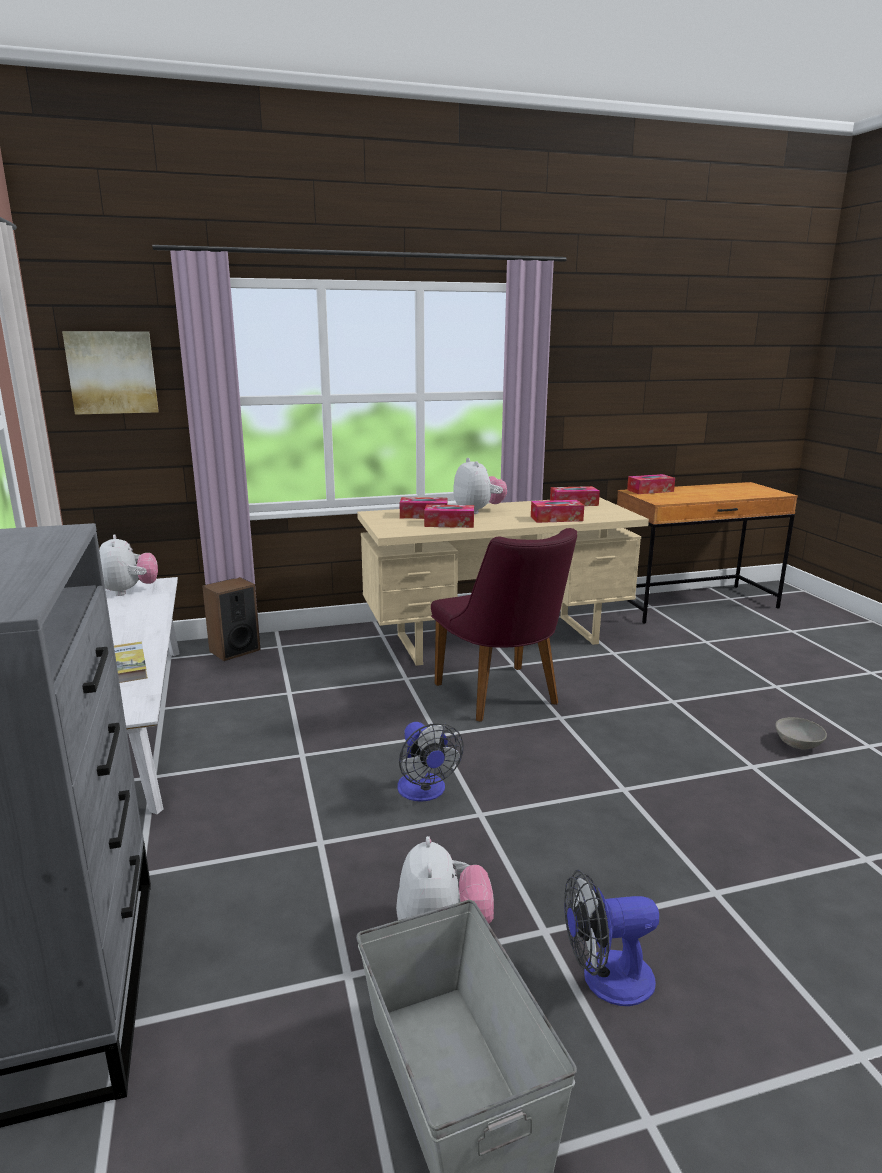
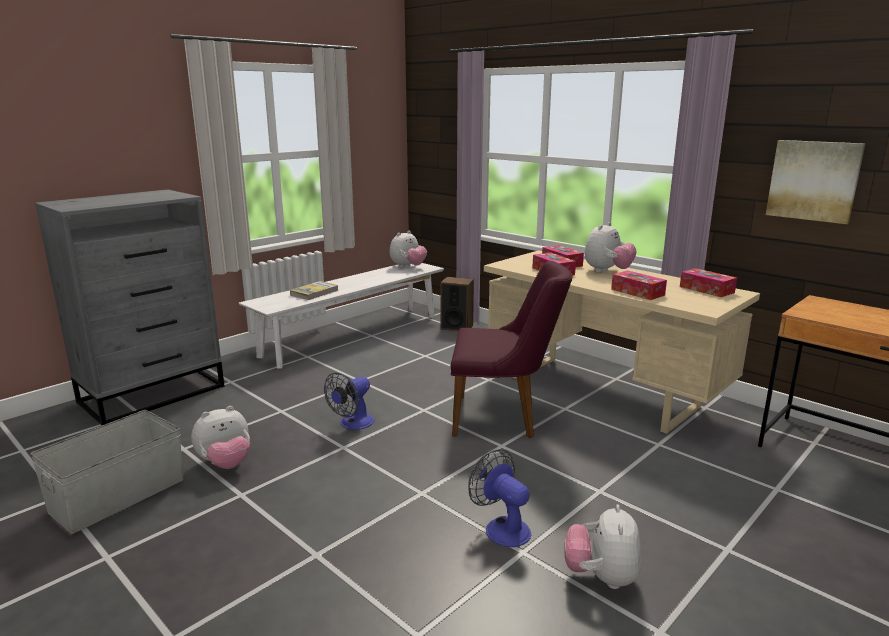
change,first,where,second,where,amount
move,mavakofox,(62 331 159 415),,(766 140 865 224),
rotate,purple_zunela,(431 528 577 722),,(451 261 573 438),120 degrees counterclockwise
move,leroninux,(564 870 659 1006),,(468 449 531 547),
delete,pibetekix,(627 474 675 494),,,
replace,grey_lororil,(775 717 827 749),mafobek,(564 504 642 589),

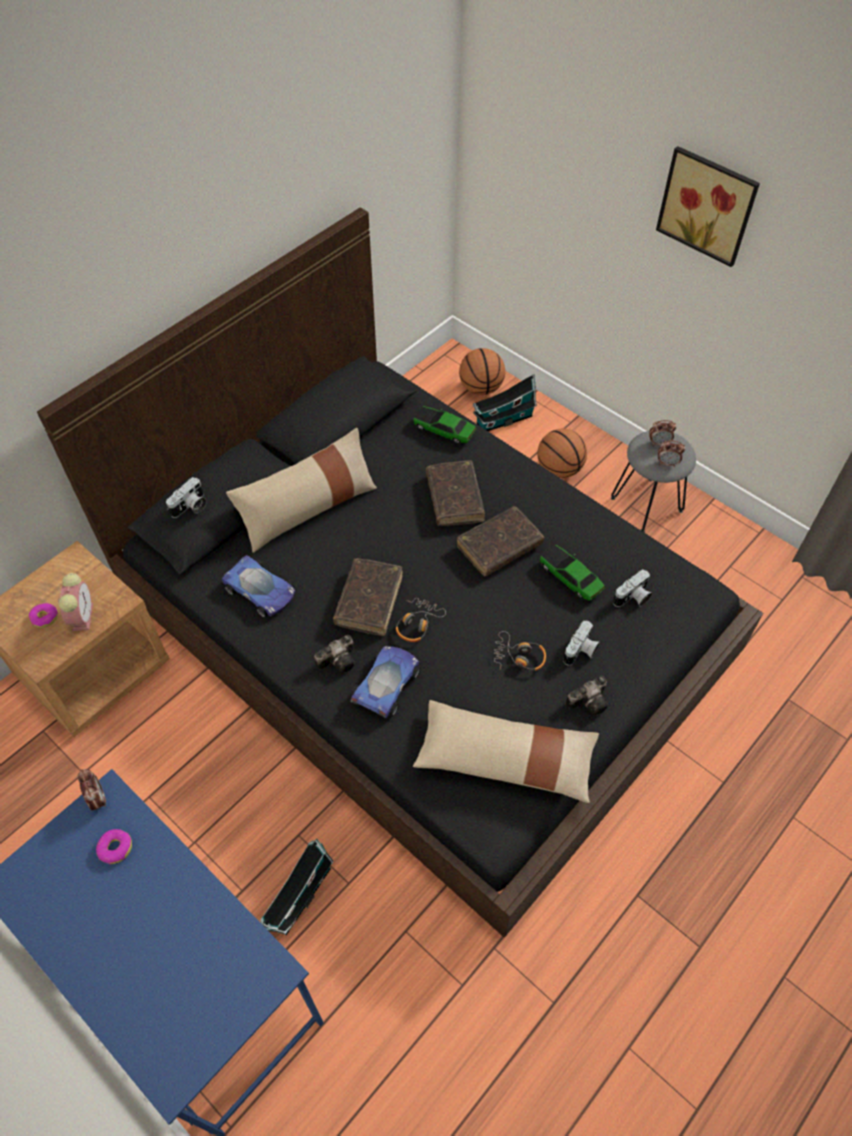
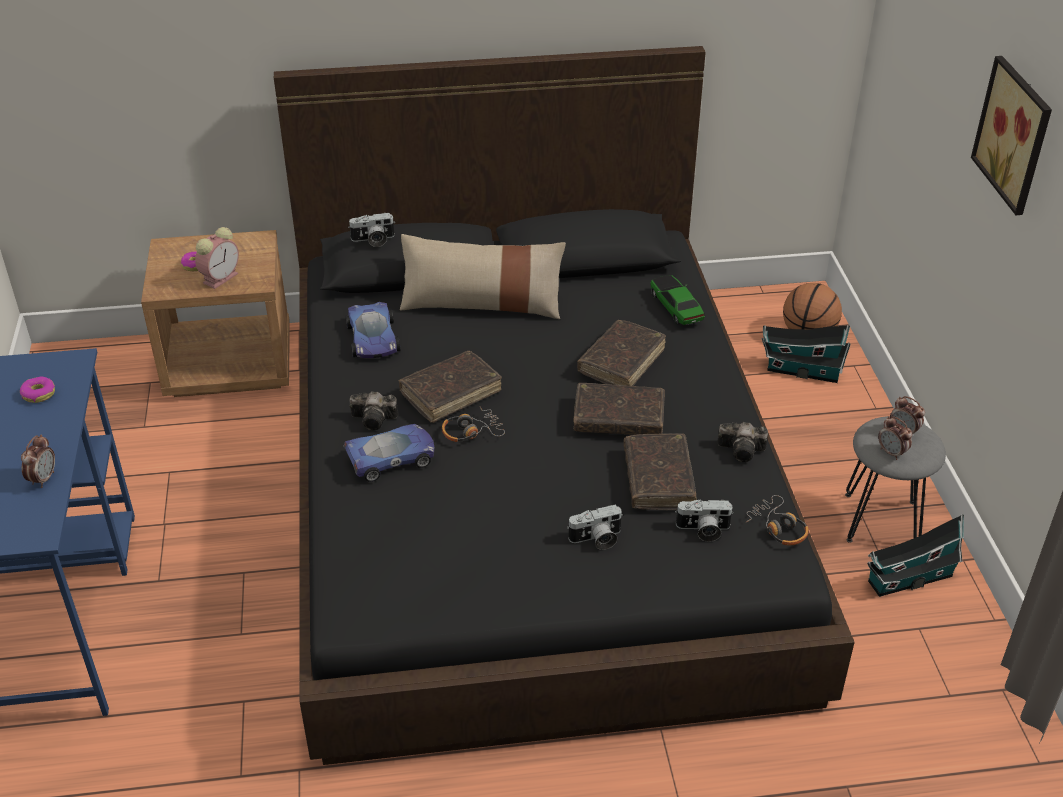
change,first,where,second,where,amount
move,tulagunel,(78 769 106 811),,(21 435 55 488),
move,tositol,(260 839 333 935),,(867 514 964 597),
delete,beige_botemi,(413 700 599 803),,,
move,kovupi,(494 631 546 671),,(746 495 809 545),
delete,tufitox,(537 429 587 478),,,
replace,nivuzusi,(540 545 605 601),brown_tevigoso,(624 433 697 510),
move,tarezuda,(566 676 608 715),,(718 422 768 462),

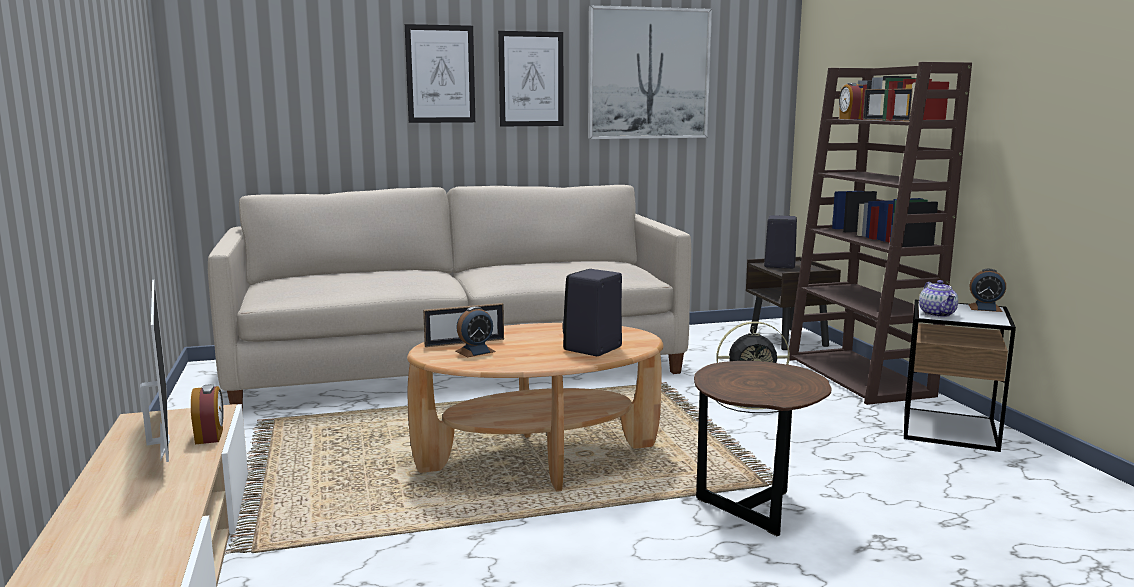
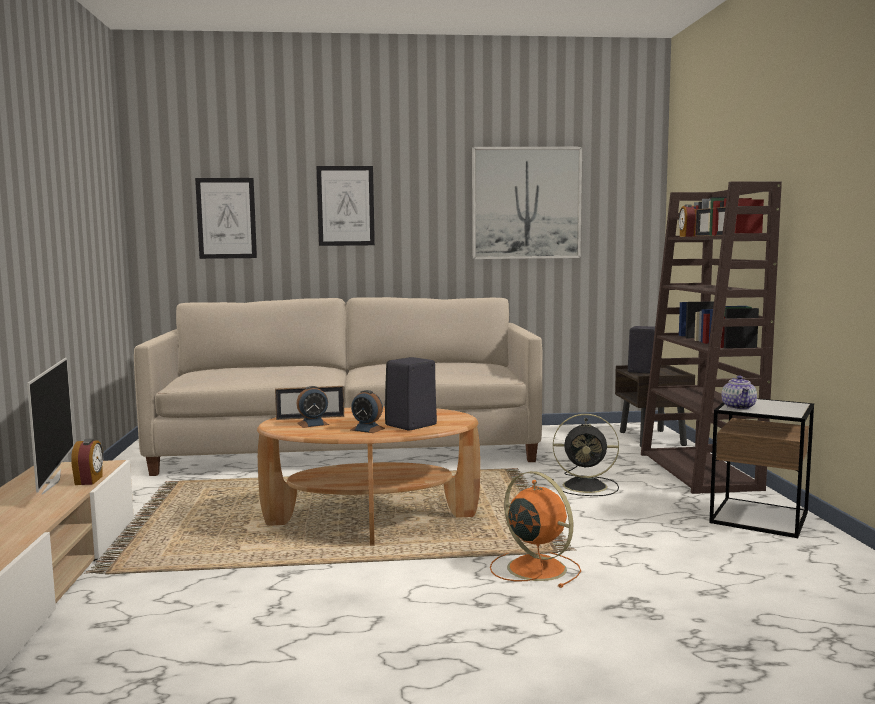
change,first,where,second,where,amount
move,mavakofox,(498 31 563 126),,(195 178 257 259),
replace,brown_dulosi,(694 361 831 536),orange_leroninux,(490 471 581 588),
move,tulagunel,(969 269 1006 312),,(350 390 385 433),

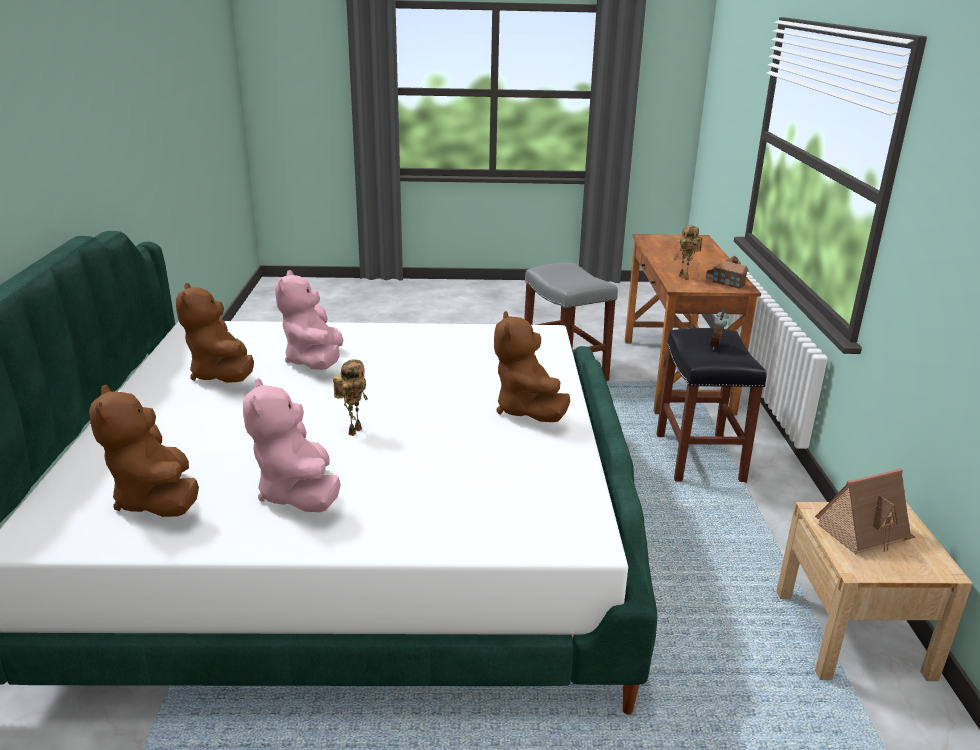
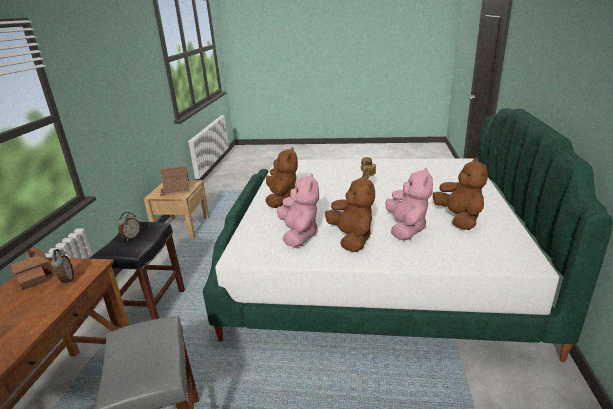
change,first,where,second,where,amount
move,brown_mafobek,(89 384 199 517),,(325 174 375 252),
move,pink_mafobek,(243 378 341 512),,(277 173 319 248),
replace,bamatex,(674 226 703 280),tulagunel,(51 249 74 285),

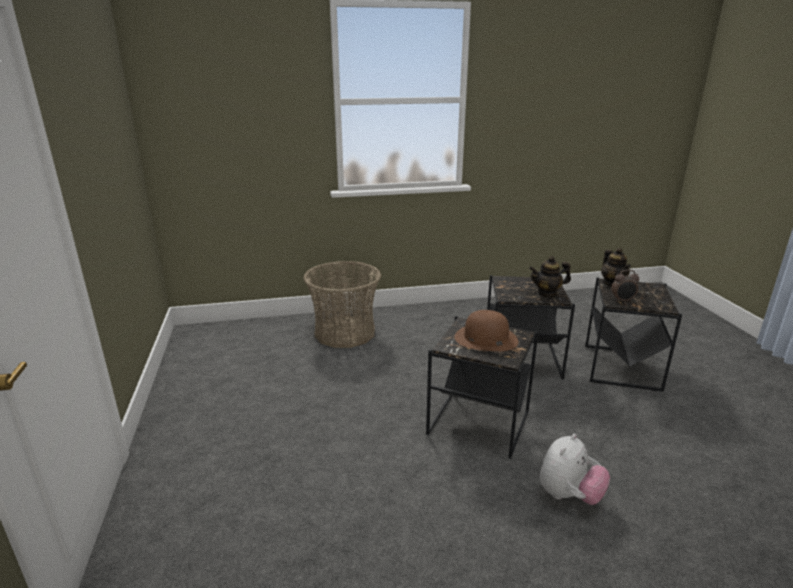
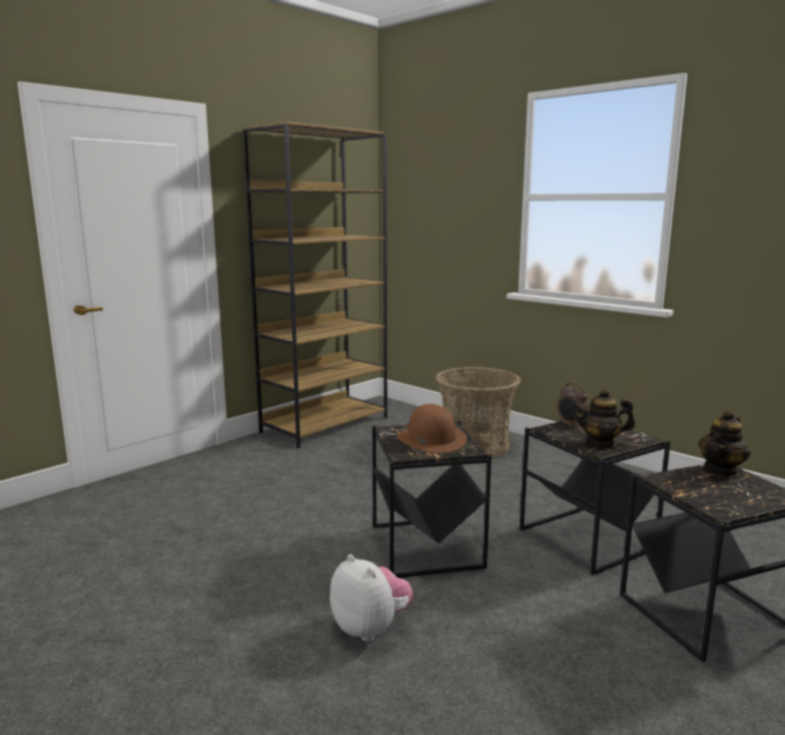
change,first,where,second,where,amount
rotate,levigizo,(529 256 571 298),,(572 389 635 449),45 degrees counterclockwise
rotate,mafobek,(539 434 610 505),,(330 554 413 642),135 degrees counterclockwise
move,tulagunel,(611 270 639 302),,(557 382 588 427),
insert,,,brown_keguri,(243 122 387 448),

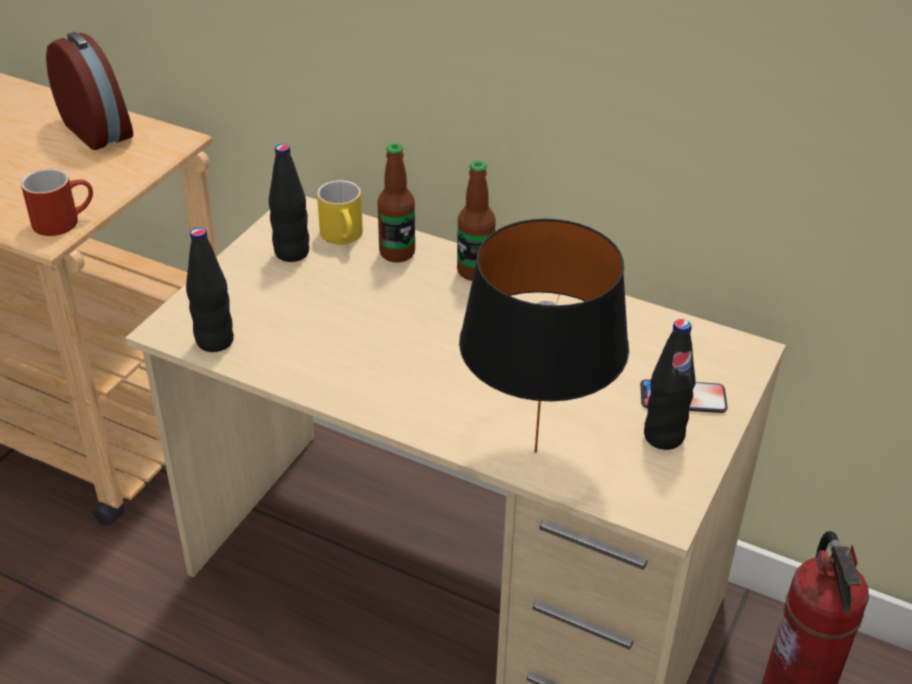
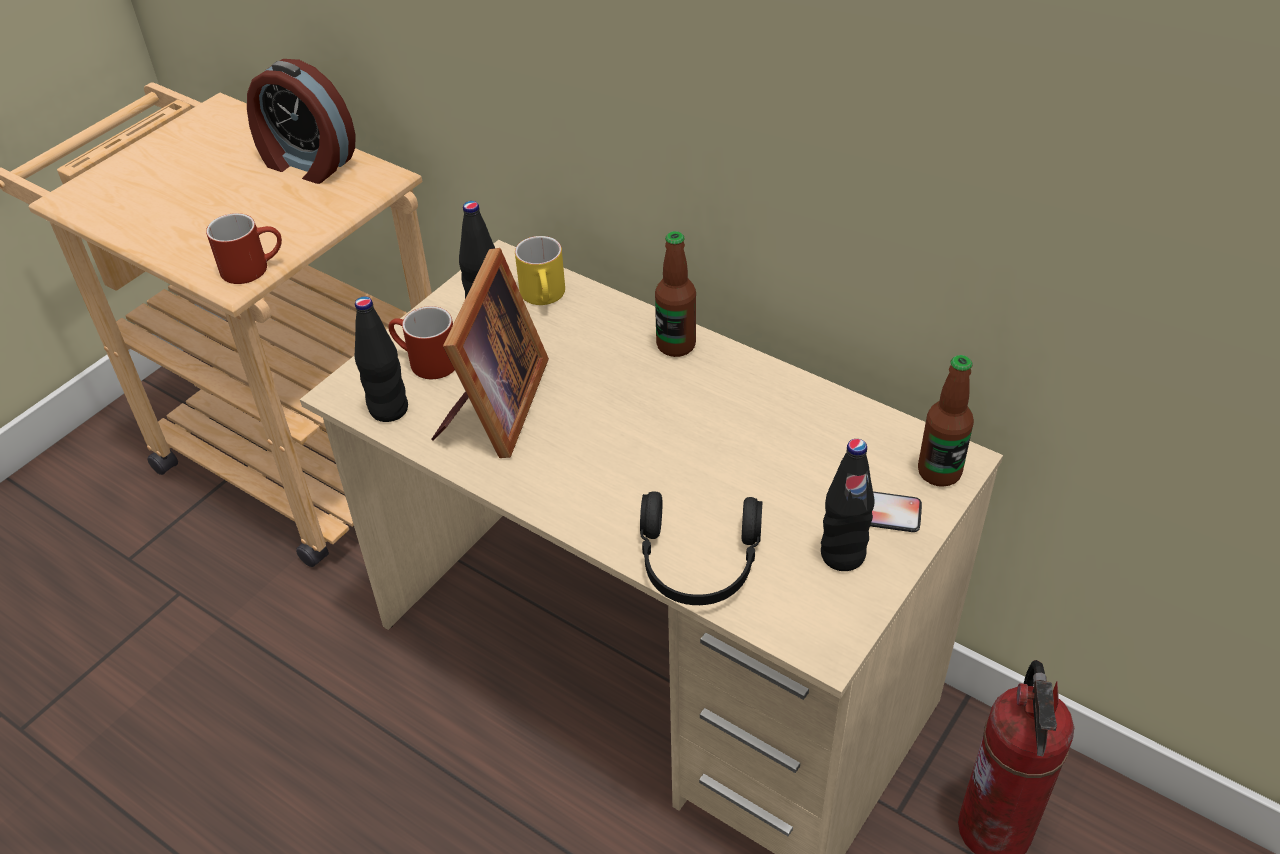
change,first,where,second,where,amount
rotate,tulagunel,(46 32 133 150),,(247 59 356 184),150 degrees clockwise
move,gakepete,(377 143 415 263),,(918 355 974 487),
replace,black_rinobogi,(459 219 629 453),black_kovupi,(640 491 762 605),
insert,,,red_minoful,(388 306 455 379),
insert,,,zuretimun,(431 248 549 458),

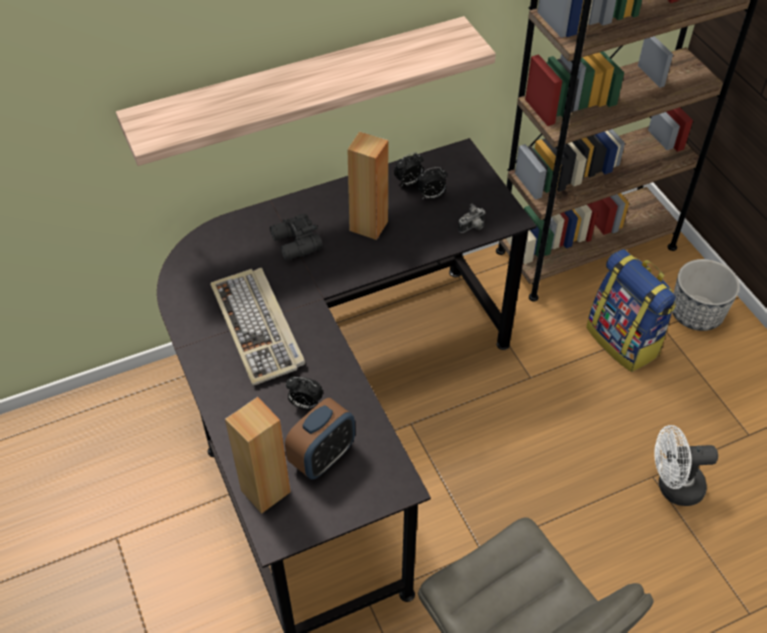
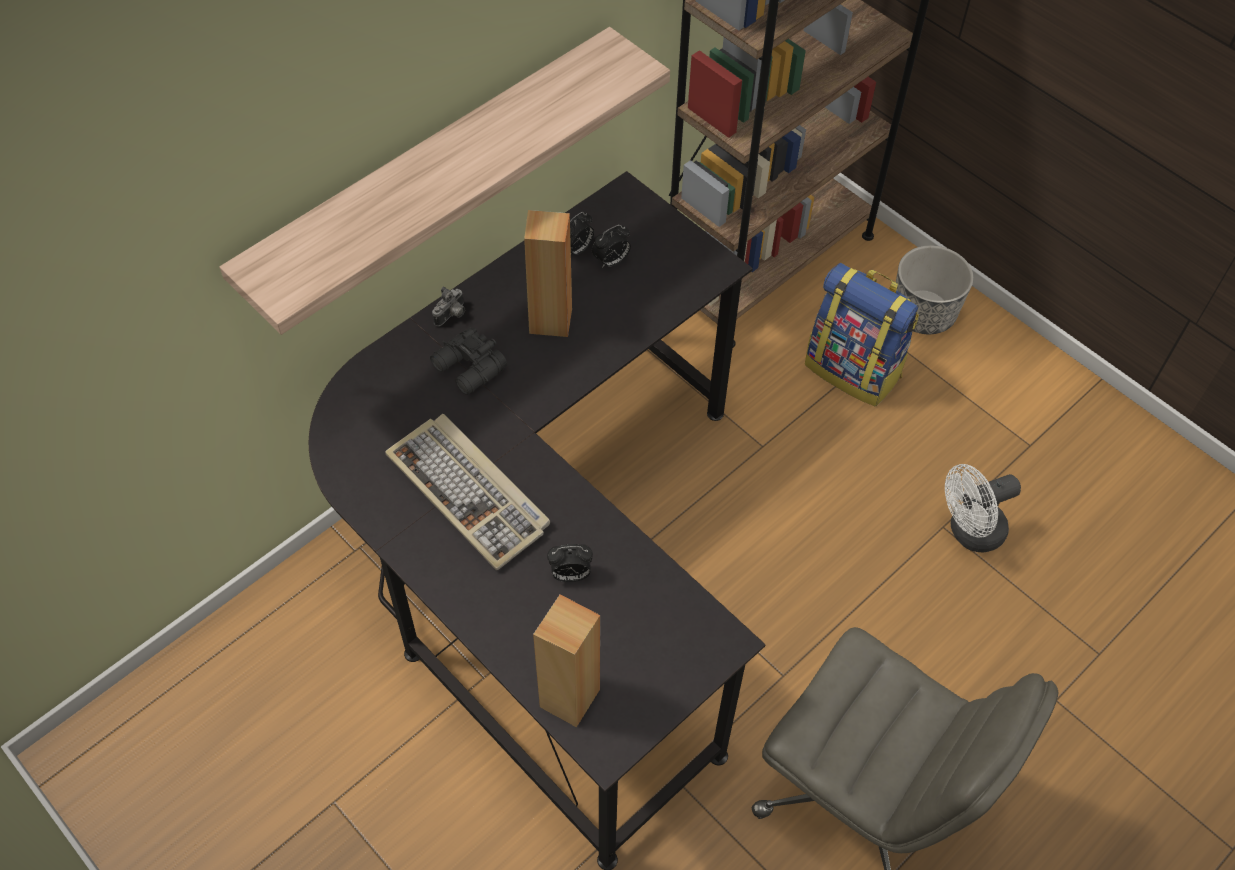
change,first,where,second,where,amount
delete,tulagunel,(285 398 355 479),,,
move,tarezuda,(458 204 486 233),,(432 287 465 326),

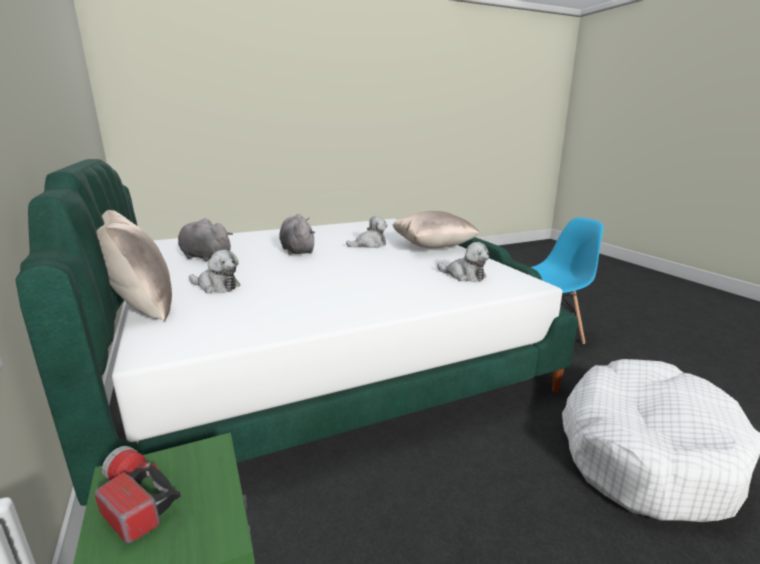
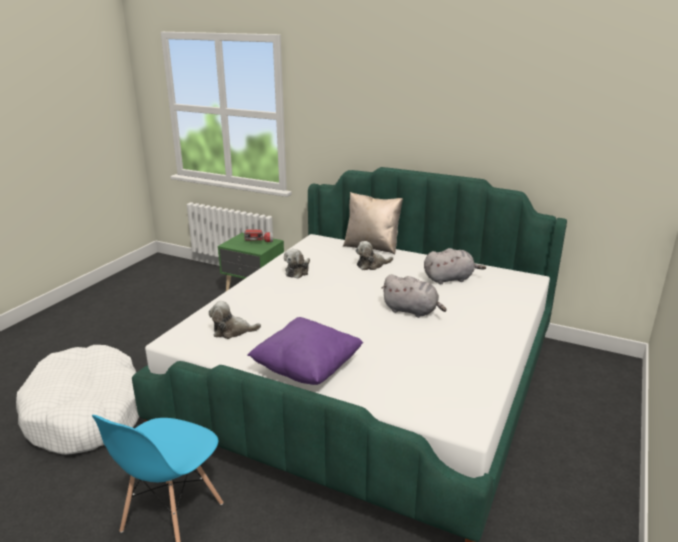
change,first,where,second,where,amount
move,mafobek,(346 216 388 248),,(284 249 310 279),
recolor,beige_botemi,(392 211 480 248),purple_botemi,(247 317 363 385),

